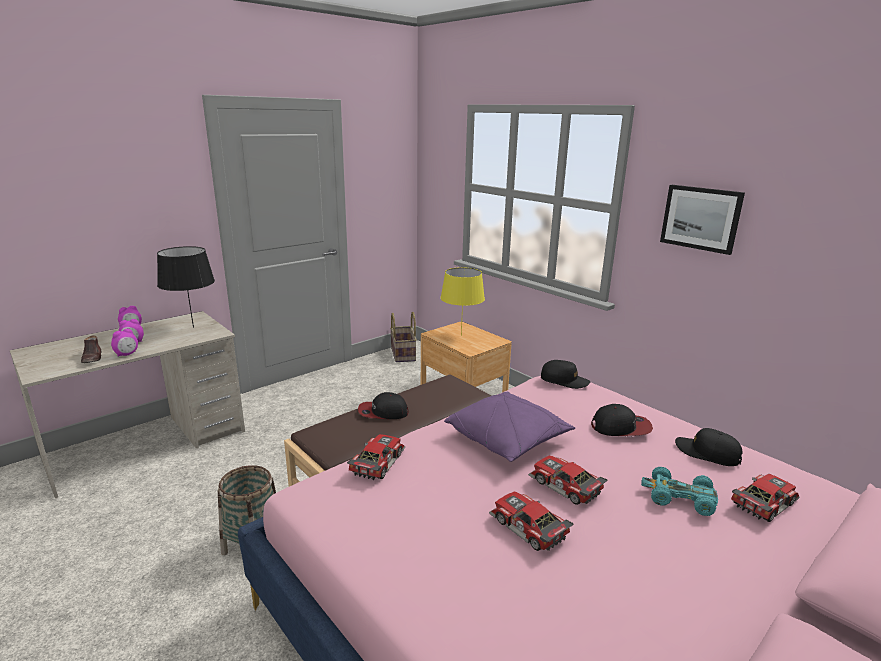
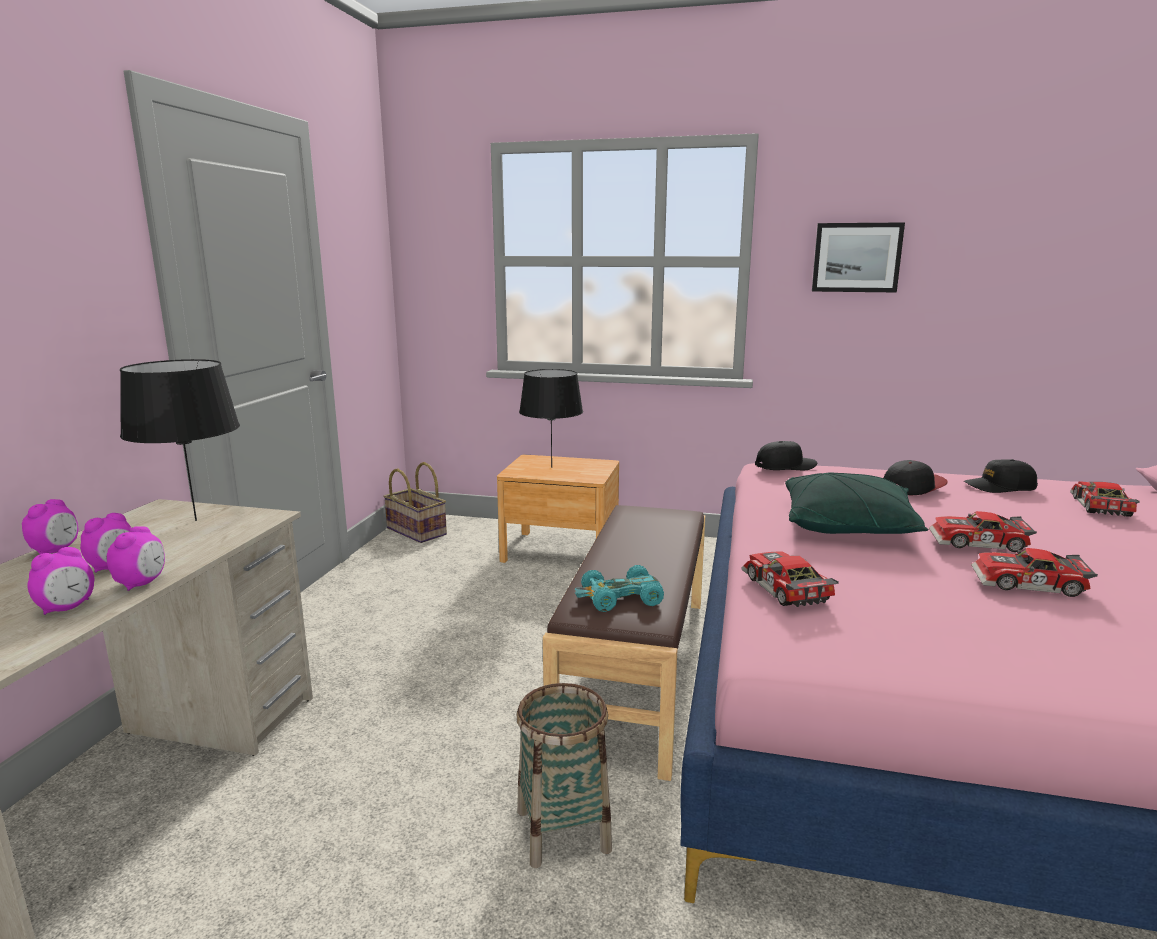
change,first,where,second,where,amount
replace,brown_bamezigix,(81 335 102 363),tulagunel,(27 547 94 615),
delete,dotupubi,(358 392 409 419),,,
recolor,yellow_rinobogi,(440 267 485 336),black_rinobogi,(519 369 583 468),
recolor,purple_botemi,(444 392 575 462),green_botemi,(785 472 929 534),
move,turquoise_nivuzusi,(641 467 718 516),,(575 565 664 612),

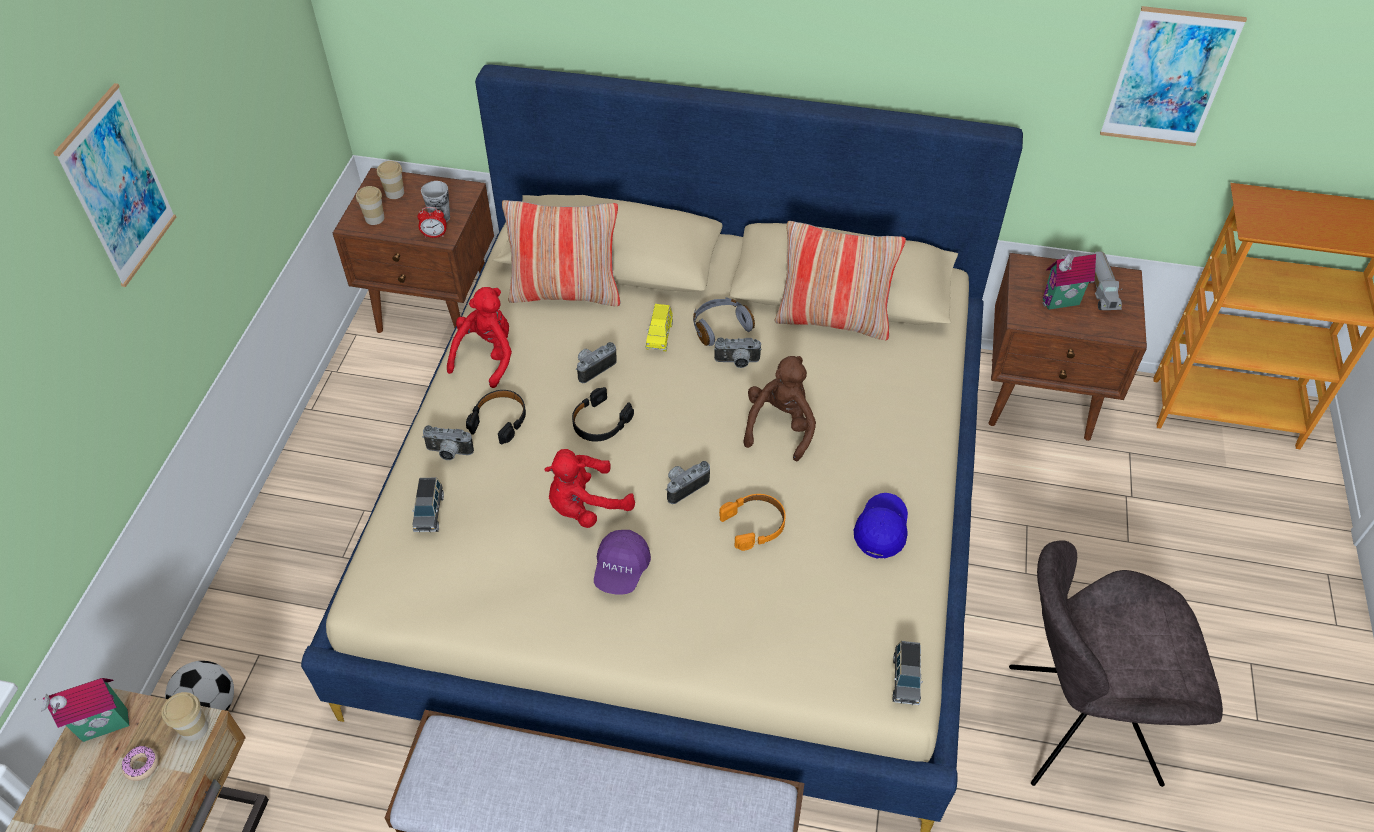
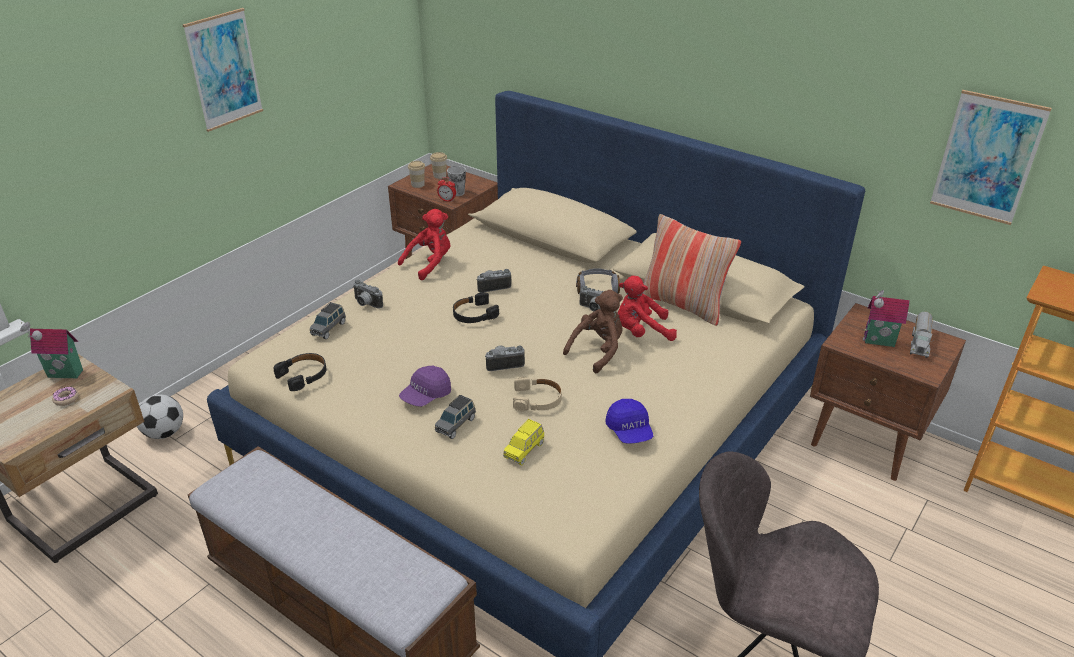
change,first,where,second,where,amount
delete,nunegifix,(161 692 209 741),,,
move,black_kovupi,(466 390 526 444),,(274 353 326 391),
delete,botemi,(502 200 621 306),,,
move,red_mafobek,(544 449 635 528),,(617 276 677 341),
move,yellow_nivuzusi,(645 304 673 351),,(503 419 544 465),
recolor,orange_kovupi,(719 494 786 551),beige_kovupi,(513 377 562 411),
rotate,blue_dotupubi,(854 493 908 559),,(605 399 653 444),120 degrees clockwise
move,grey_nivuzusi,(893 641 923 705),,(435 395 475 439),

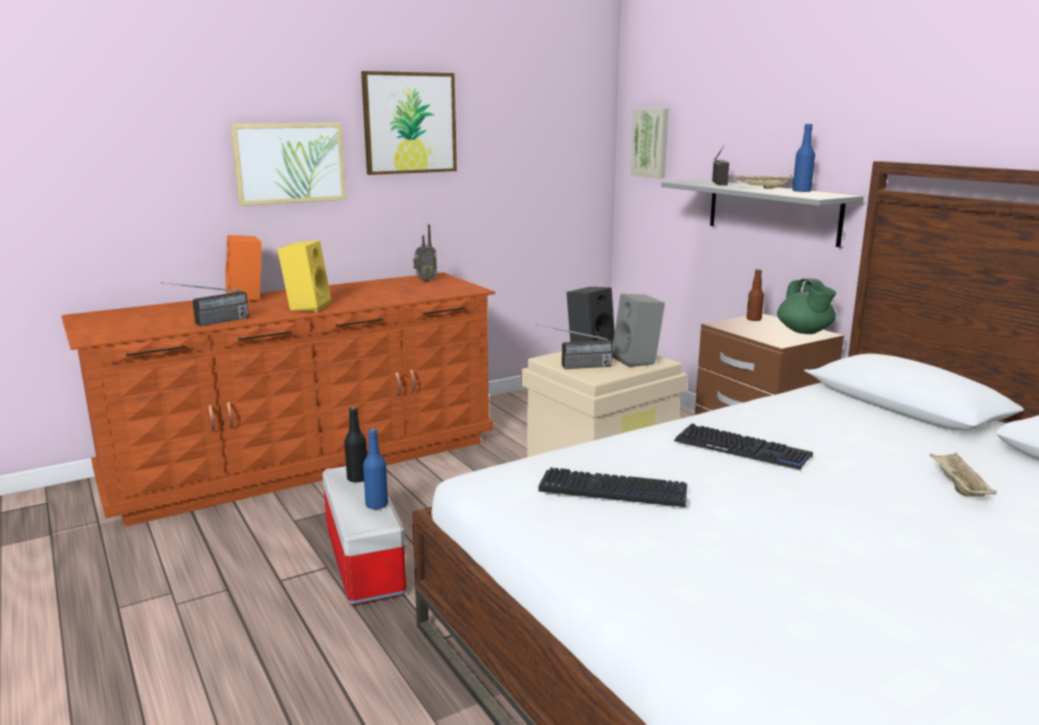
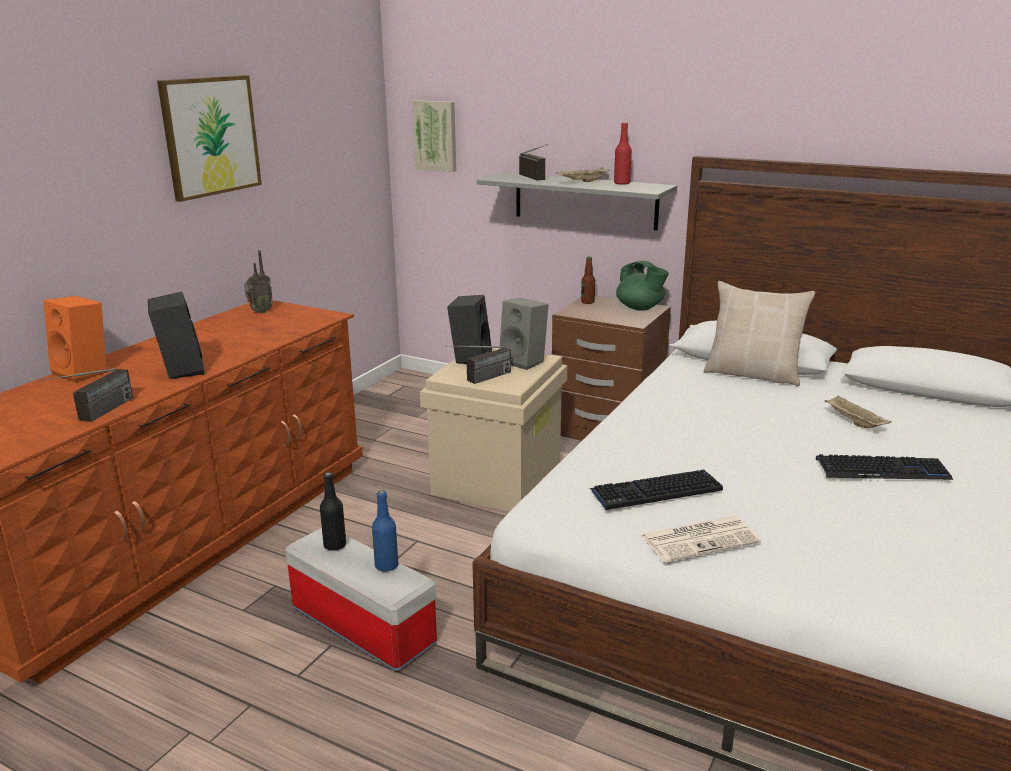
change,first,where,second,where,amount
delete,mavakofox,(230 123 346 206),,,
recolor,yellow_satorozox,(278 240 331 312),black_satorozox,(148 292 204 379),
move,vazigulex,(674 424 813 470),,(816 454 953 480),
recolor,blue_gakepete,(792 124 815 192),red_gakepete,(614 122 632 185),
insert,,,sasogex,(640 516 761 563),
insert,,,beige_botemi,(704 281 815 386),

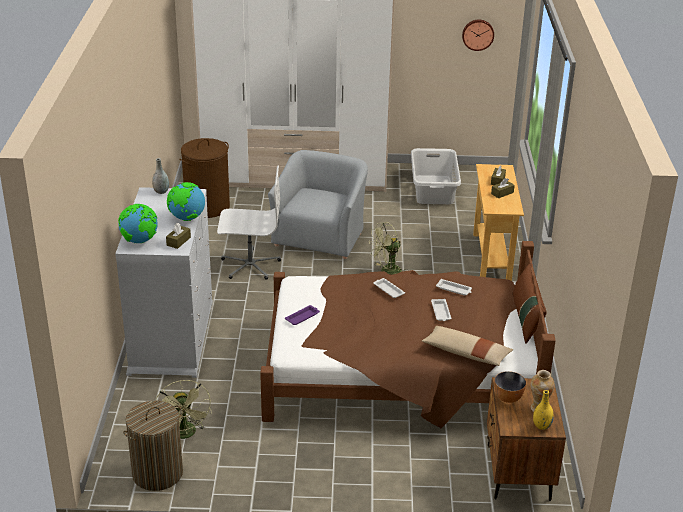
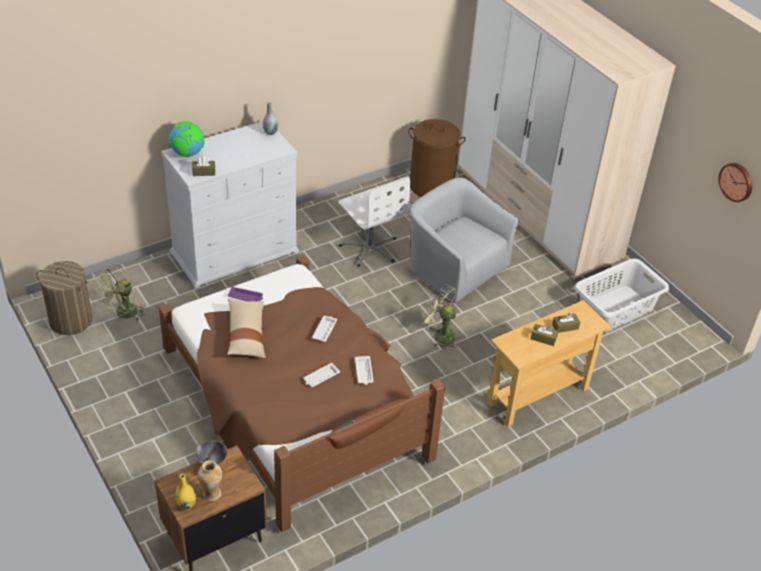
change,first,where,second,where,amount
delete,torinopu,(167 182 205 221),,,
rotate,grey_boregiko,(268 150 368 259),,(410 177 519 304),120 degrees counterclockwise
move,beige_botemi,(422 326 513 366),,(228 299 266 358),

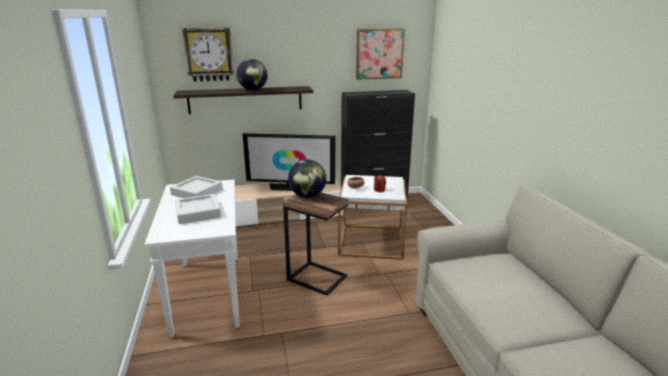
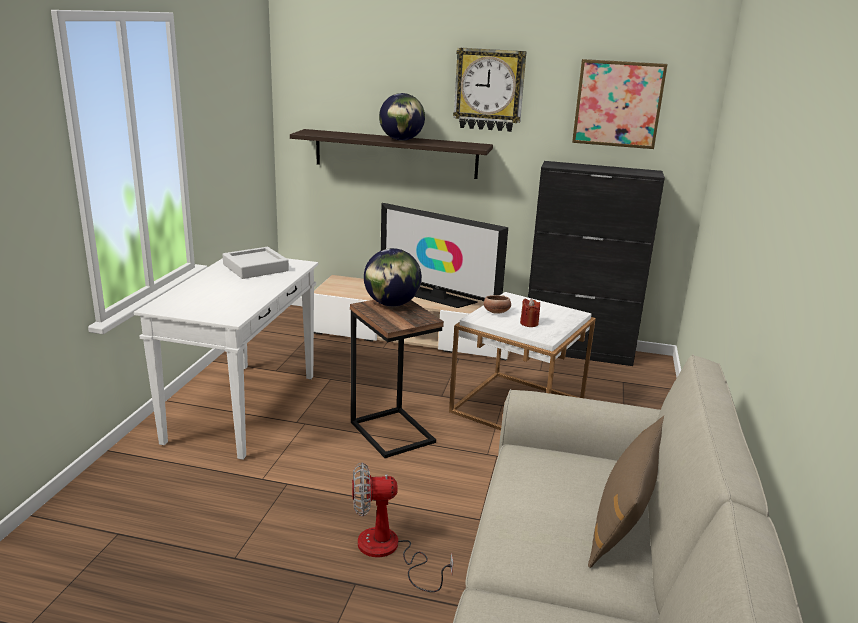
change,first,where,second,where,amount
delete,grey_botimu,(175 194 221 224),,,
move,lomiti,(182 28 234 82),,(453 47 527 132),
insert,,,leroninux,(352 462 453 592),
insert,,,brown_botemi,(588 416 664 568),

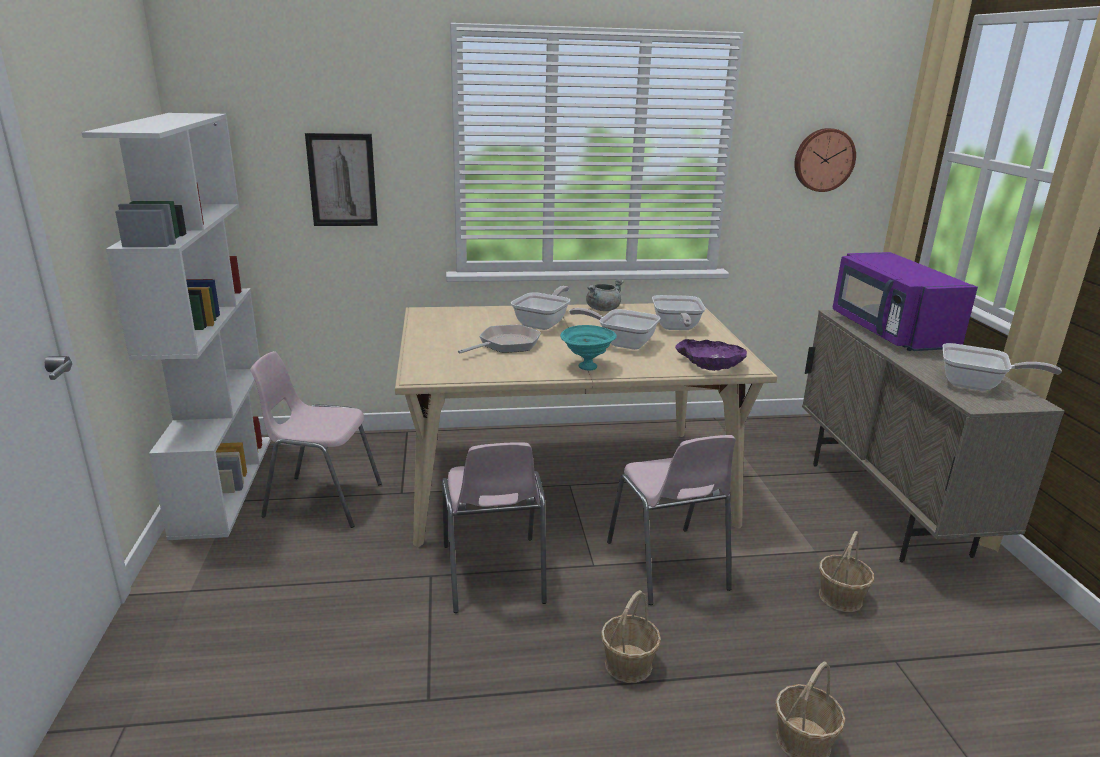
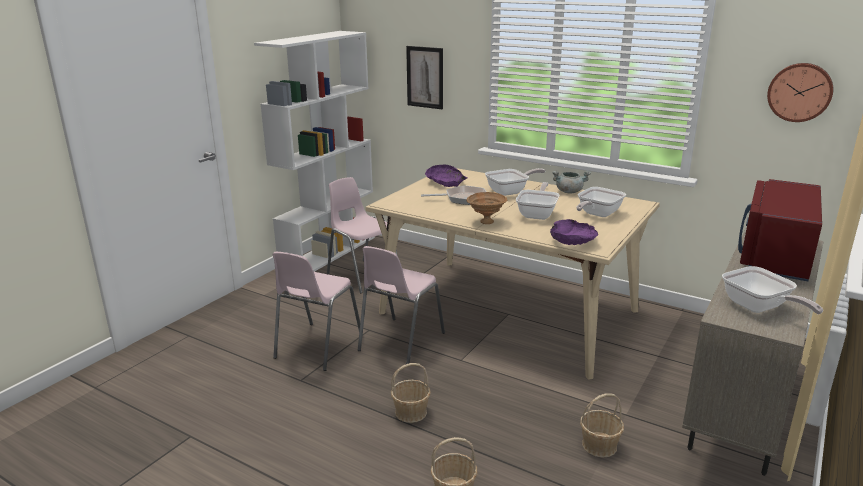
change,first,where,second,where,amount
recolor,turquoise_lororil,(560 325 617 370),brown_lororil,(467 192 507 224),
rotate,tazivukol,(569 308 661 350),,(516 182 560 220),45 degrees clockwise
move,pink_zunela,(607 435 736 605),,(272 252 363 371),
recolor,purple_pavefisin,(833 252 978 351),red_pavefisin,(738 179 822 281),
insert,,,purple_lororil,(425 165 468 187),

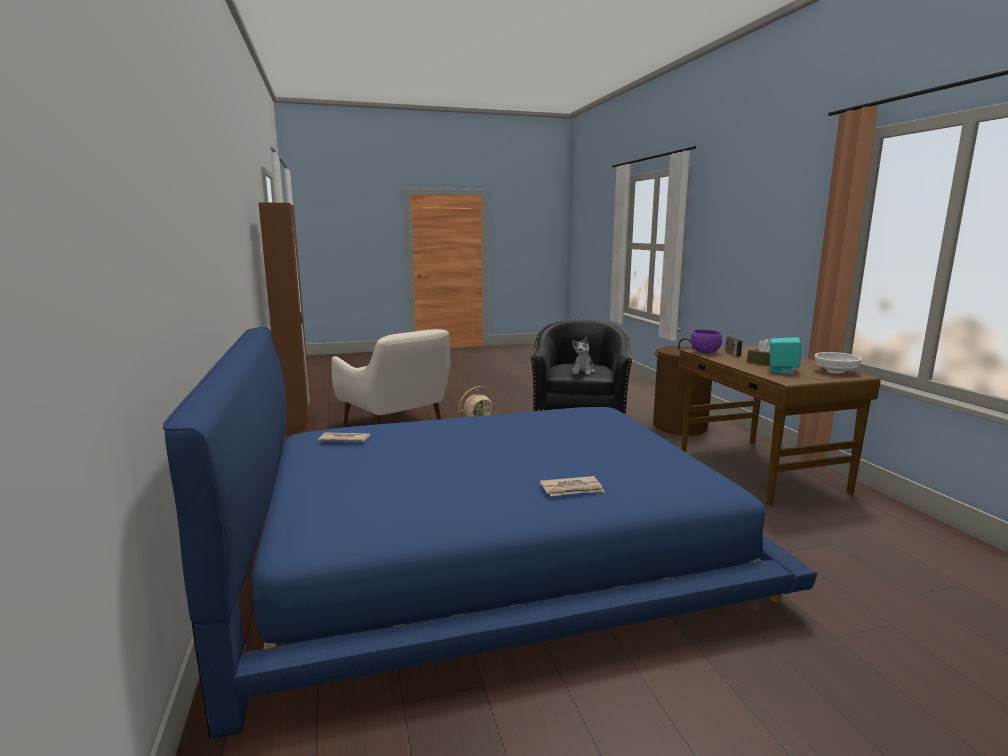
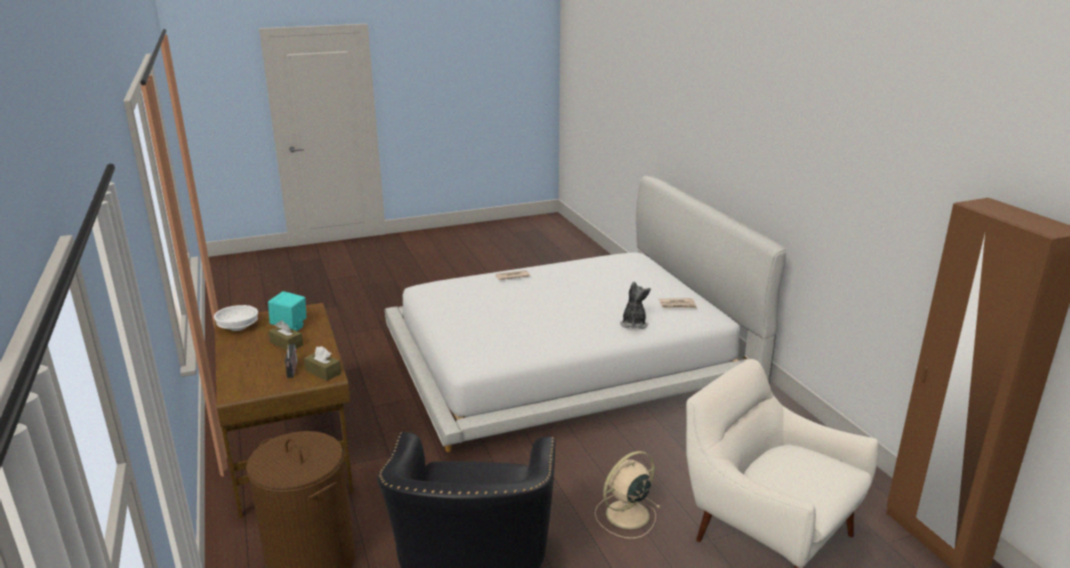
change,first,where,second,where,amount
recolor,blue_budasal,(163 327 817 739),white_budasal,(385 176 786 452),
move,mafobek,(572 337 595 375),,(620 282 651 329),
replace,purple_lororil,(690 329 722 354),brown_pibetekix,(304 346 341 381),

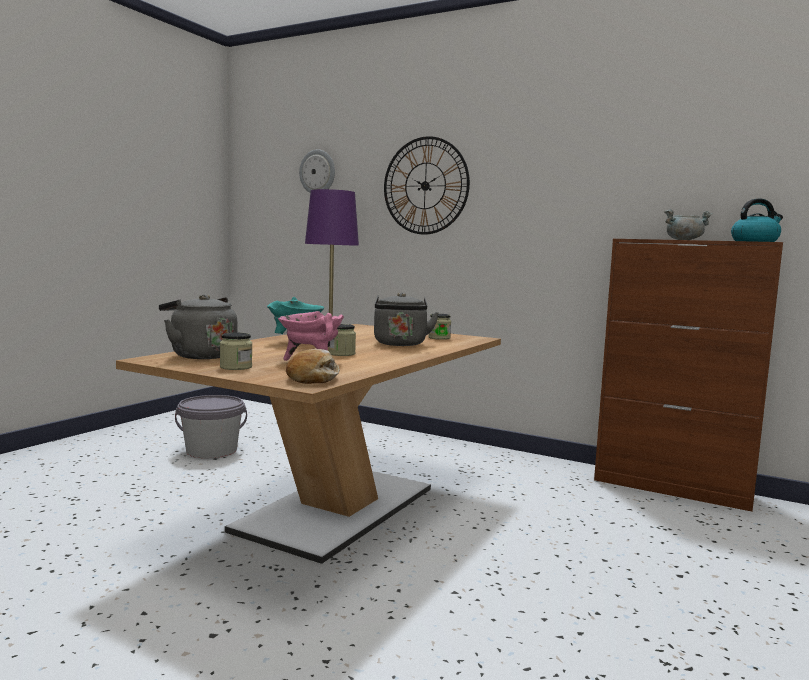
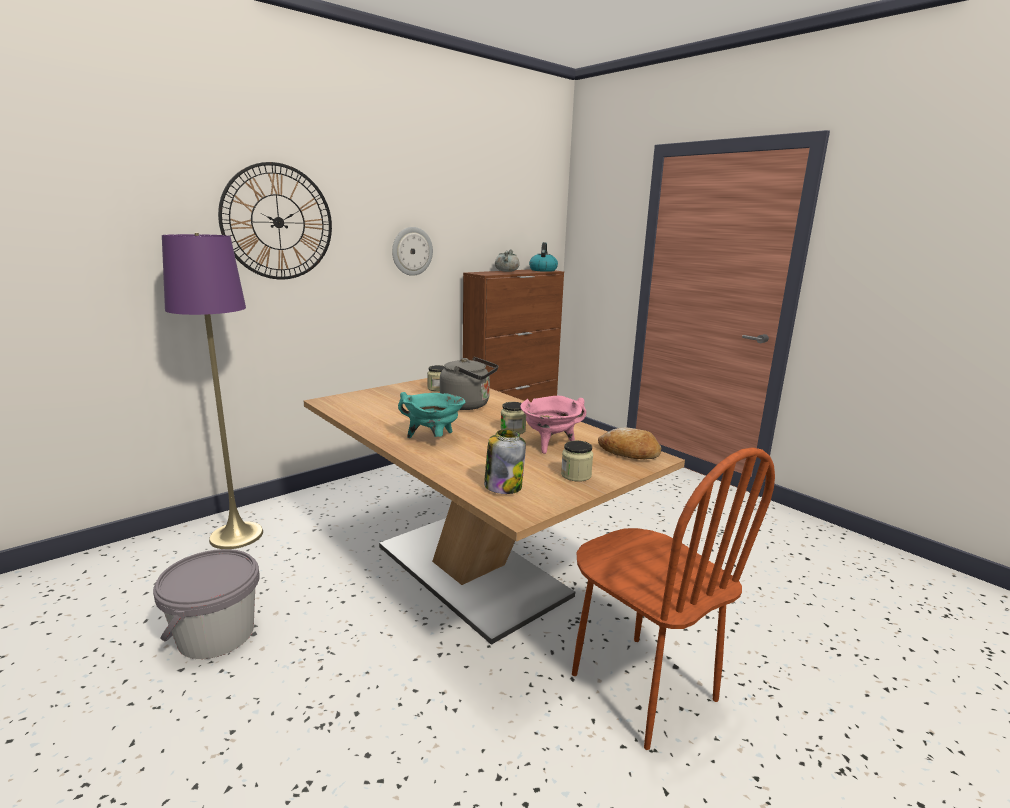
change,first,where,second,where,amount
replace,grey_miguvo,(159 294 237 359),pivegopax,(484 430 526 494),
move,lomiti,(299 150 335 193),,(392 227 433 276),
insert,,,brown_zunela,(572 447 775 750),

